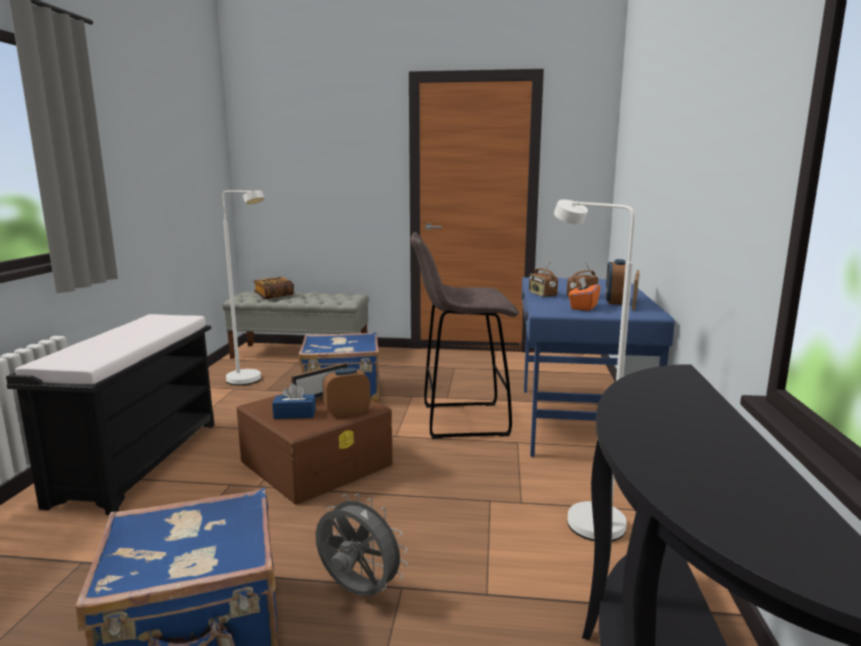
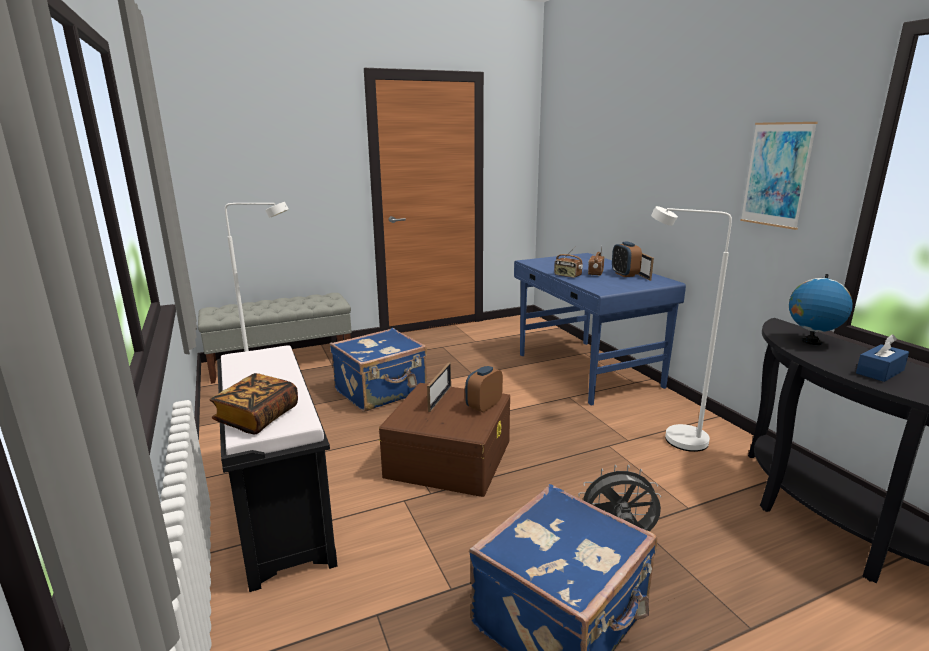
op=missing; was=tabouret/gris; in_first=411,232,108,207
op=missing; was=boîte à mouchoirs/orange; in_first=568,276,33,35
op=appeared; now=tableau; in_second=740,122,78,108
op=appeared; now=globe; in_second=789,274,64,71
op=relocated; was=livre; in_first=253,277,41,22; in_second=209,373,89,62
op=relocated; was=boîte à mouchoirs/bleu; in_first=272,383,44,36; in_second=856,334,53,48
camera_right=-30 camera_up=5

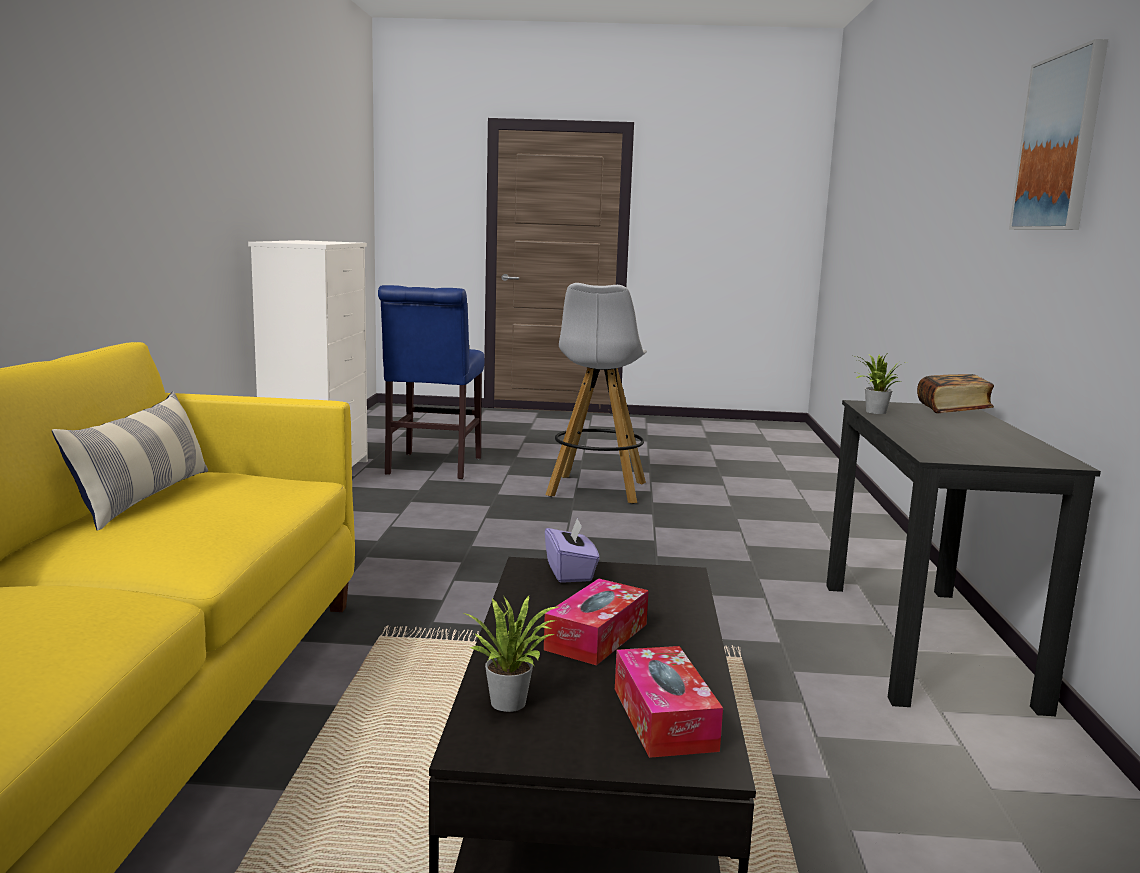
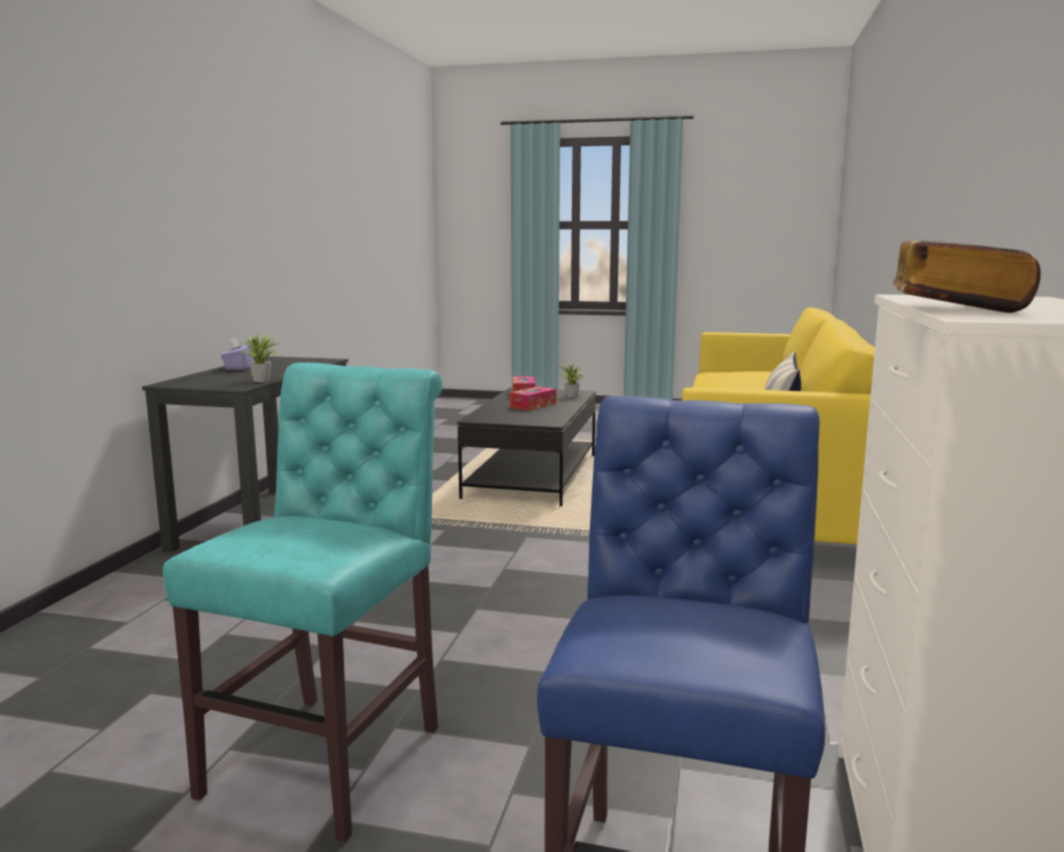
op=missing; was=tableau; in_first=1009,39,99,191
op=relocated; was=boîte à mouchoirs/violet; in_first=545,517,55,66; in_second=221,337,34,33
op=relocated; was=livre; in_first=917,374,77,39; in_second=893,240,148,73
op=exchanged; was=tabouret/blanc; now=chaise/turquoise; in_first=545,283,102,221; in_second=163,362,279,480
camera_right=-170 camera_up=0

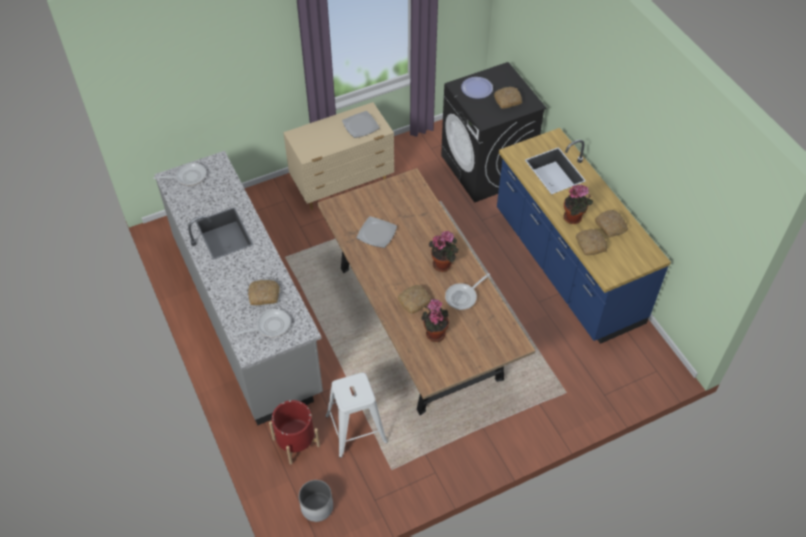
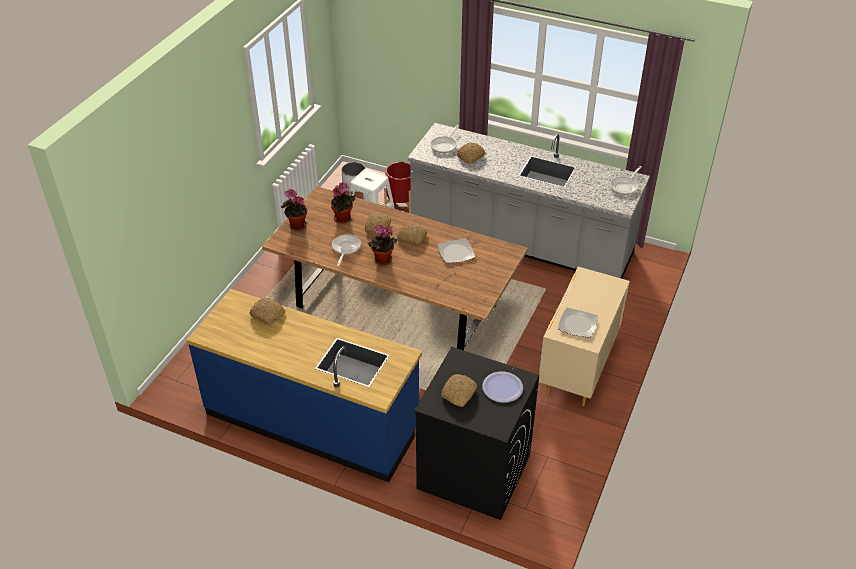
op=relocated; was=plante en pot; in_first=564,184,29,40; in_second=281,189,26,42
op=relocated; was=pain; in_first=595,210,33,27; in_second=397,224,30,21
camera_right=140 camera_up=-10

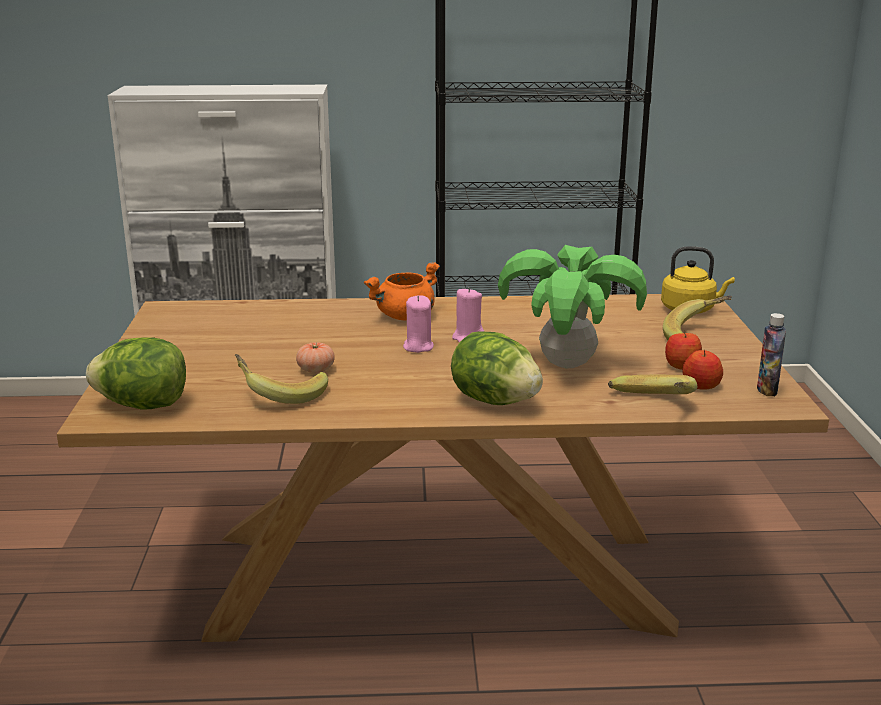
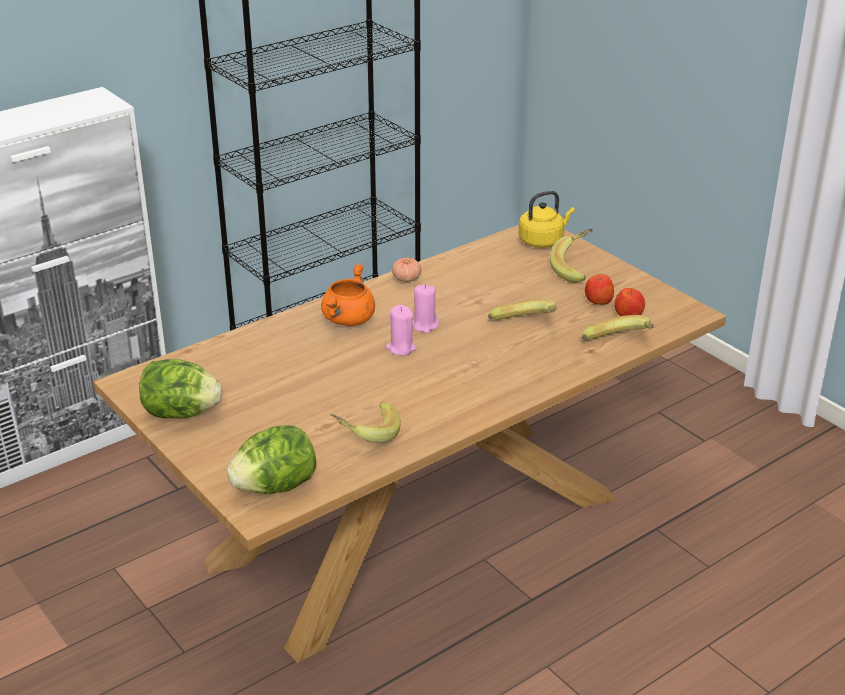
op=missing; was=bouteille; in_first=757,313,29,83
op=relocated; was=tomate; in_first=296,342,39,31; in_second=392,258,29,24
op=relocated; was=laitue; in_first=451,331,92,74; in_second=139,359,83,60
op=exchanged; was=plante en pot; now=banane; in_first=498,245,149,123; in_second=488,299,69,21
camera_right=-35 camera_up=10

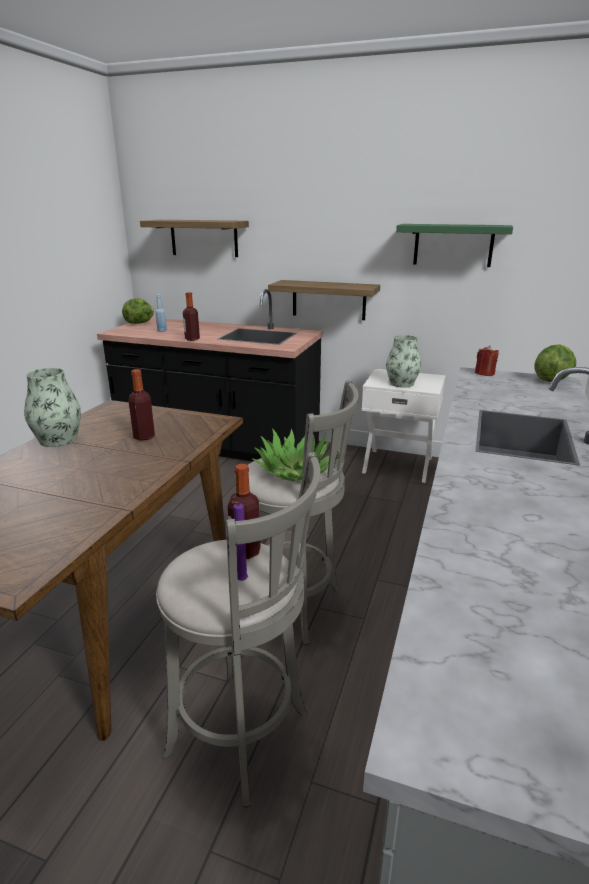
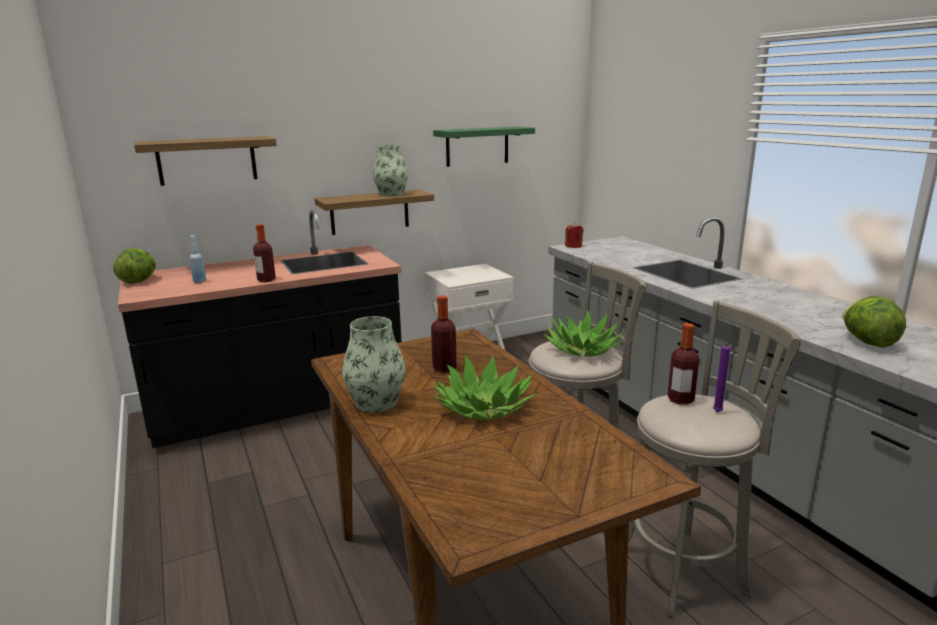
op=appeared; now=plante en pot; in_second=433,354,102,66
op=relocated; was=vase; in_first=386,335,35,53; in_second=373,145,35,51
op=relocated; was=laitue; in_first=534,344,42,38; in_second=843,296,63,52
camera_right=-45 camera_up=-5

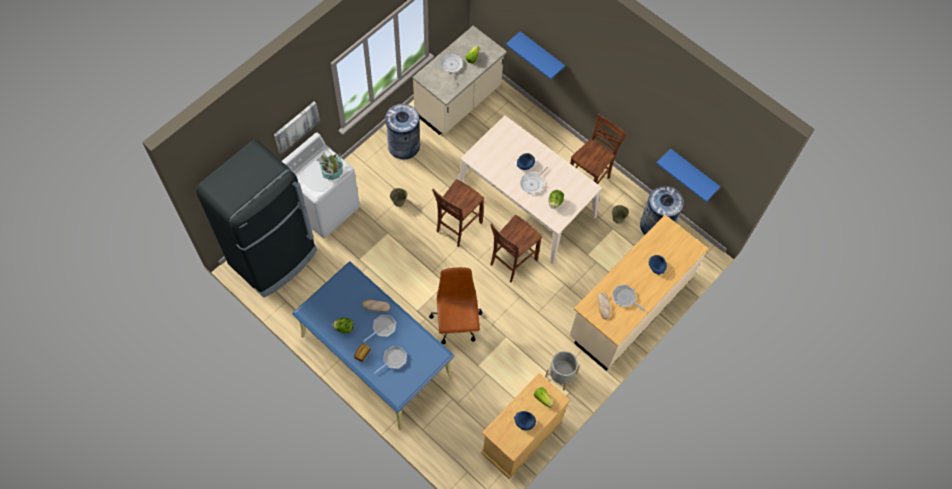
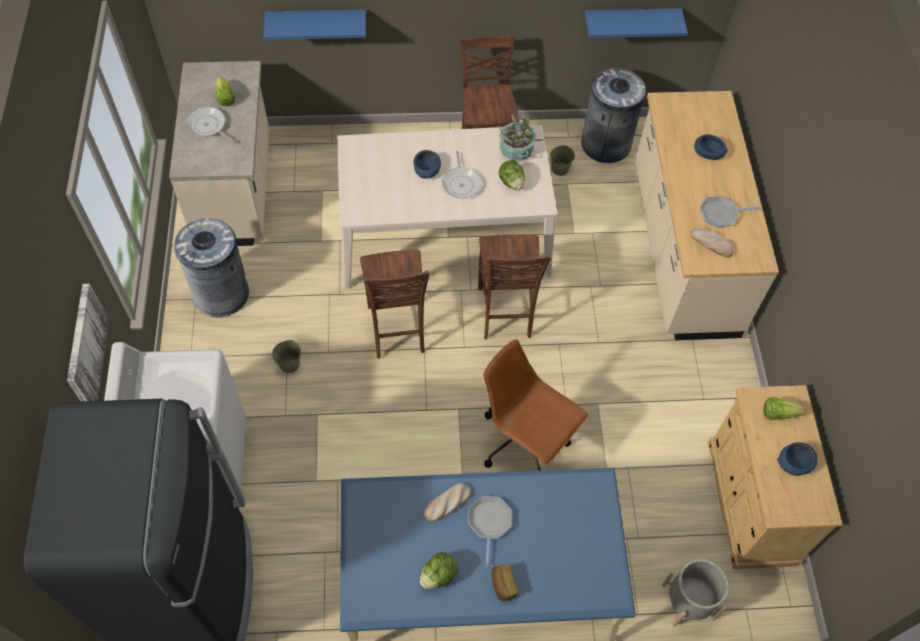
op=missing; was=poêle; in_first=374,346,33,28
op=relocated; was=plante en pot; in_first=317,152,26,28; in_second=499,113,47,48
op=relocated; was=cache-pot/gris; in_first=545,351,35,40; in_second=662,559,66,68
camera_right=-45 camera_up=-5

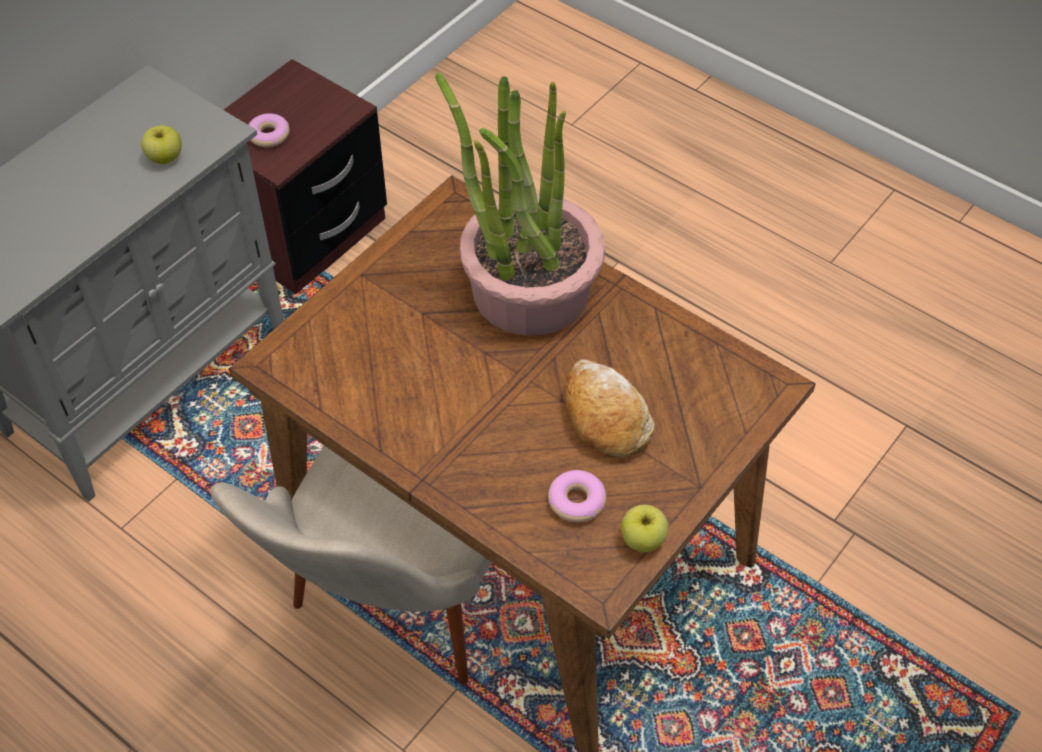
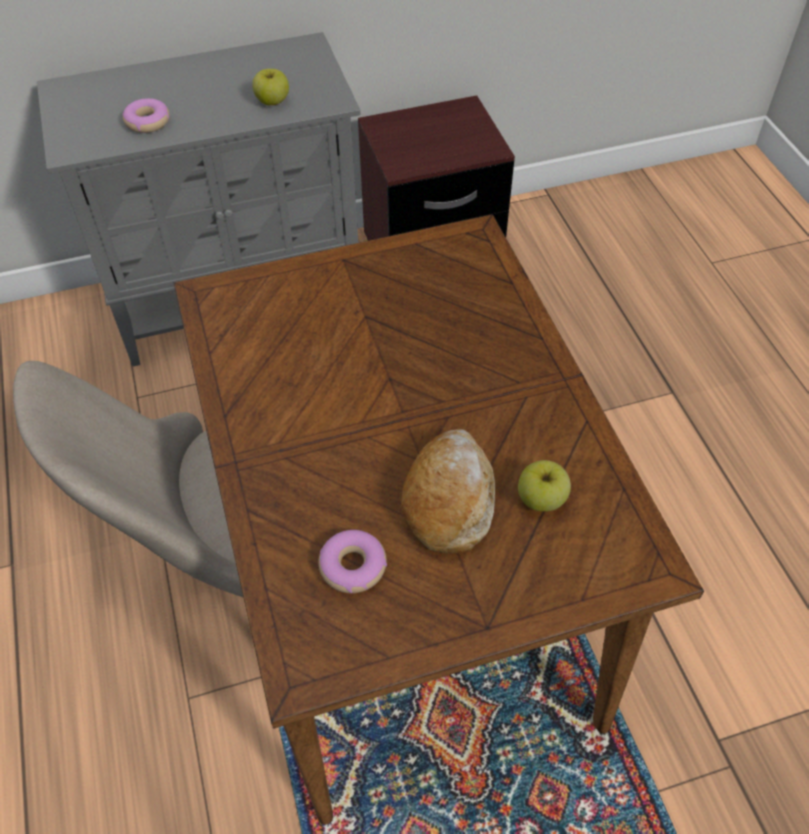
op=missing; was=plante en pot; in_first=435,73,170,263
op=relocated; was=beignet; in_first=249,113,41,34; in_second=122,98,48,35
op=relocated; was=pomme; in_first=621,505,47,48; in_second=518,460,53,51
camera_right=35 camera_up=0

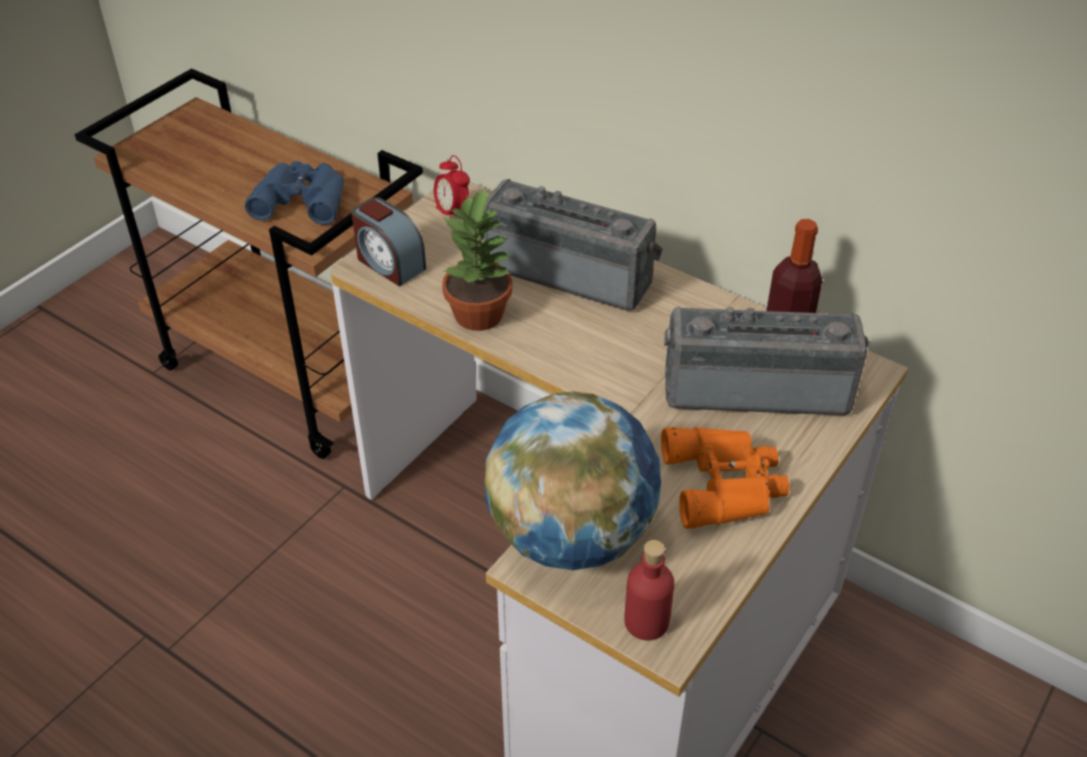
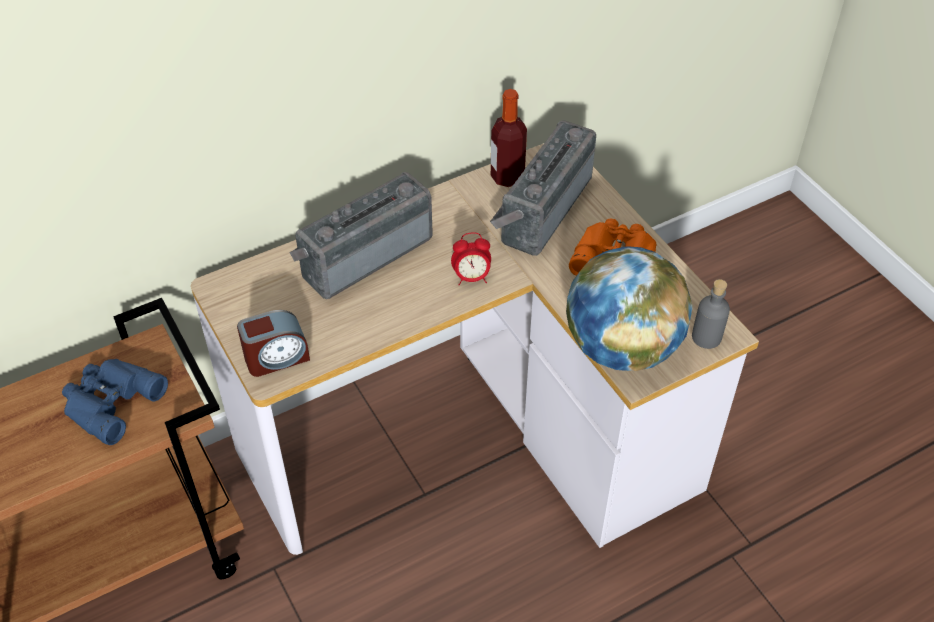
op=missing; was=plante en pot; in_first=442,188,70,143
op=relocated; was=réveil; in_first=434,155,36,64; in_second=451,233,40,52
op=colour; was=bouteille/rouge; now=bouteille/gris; in_first=624,540,50,100; in_second=692,279,38,70
camera_right=-65 camera_up=5

